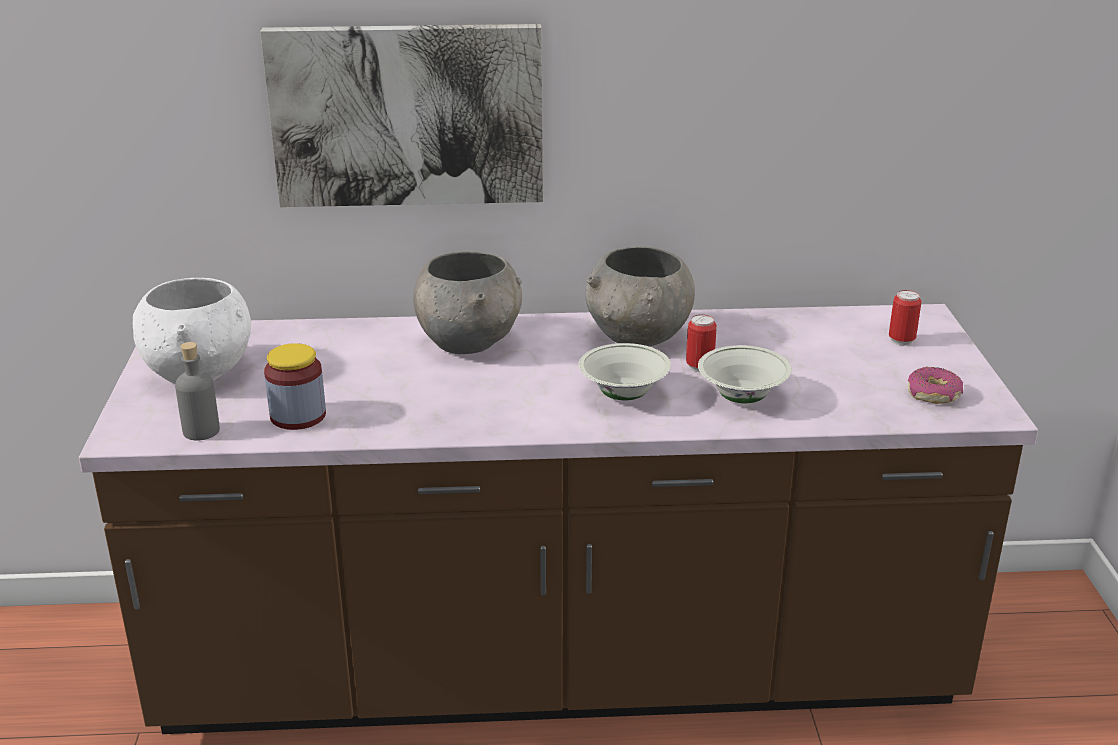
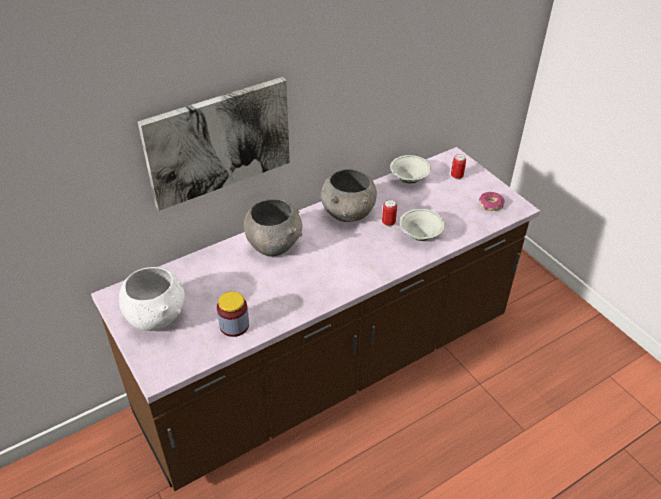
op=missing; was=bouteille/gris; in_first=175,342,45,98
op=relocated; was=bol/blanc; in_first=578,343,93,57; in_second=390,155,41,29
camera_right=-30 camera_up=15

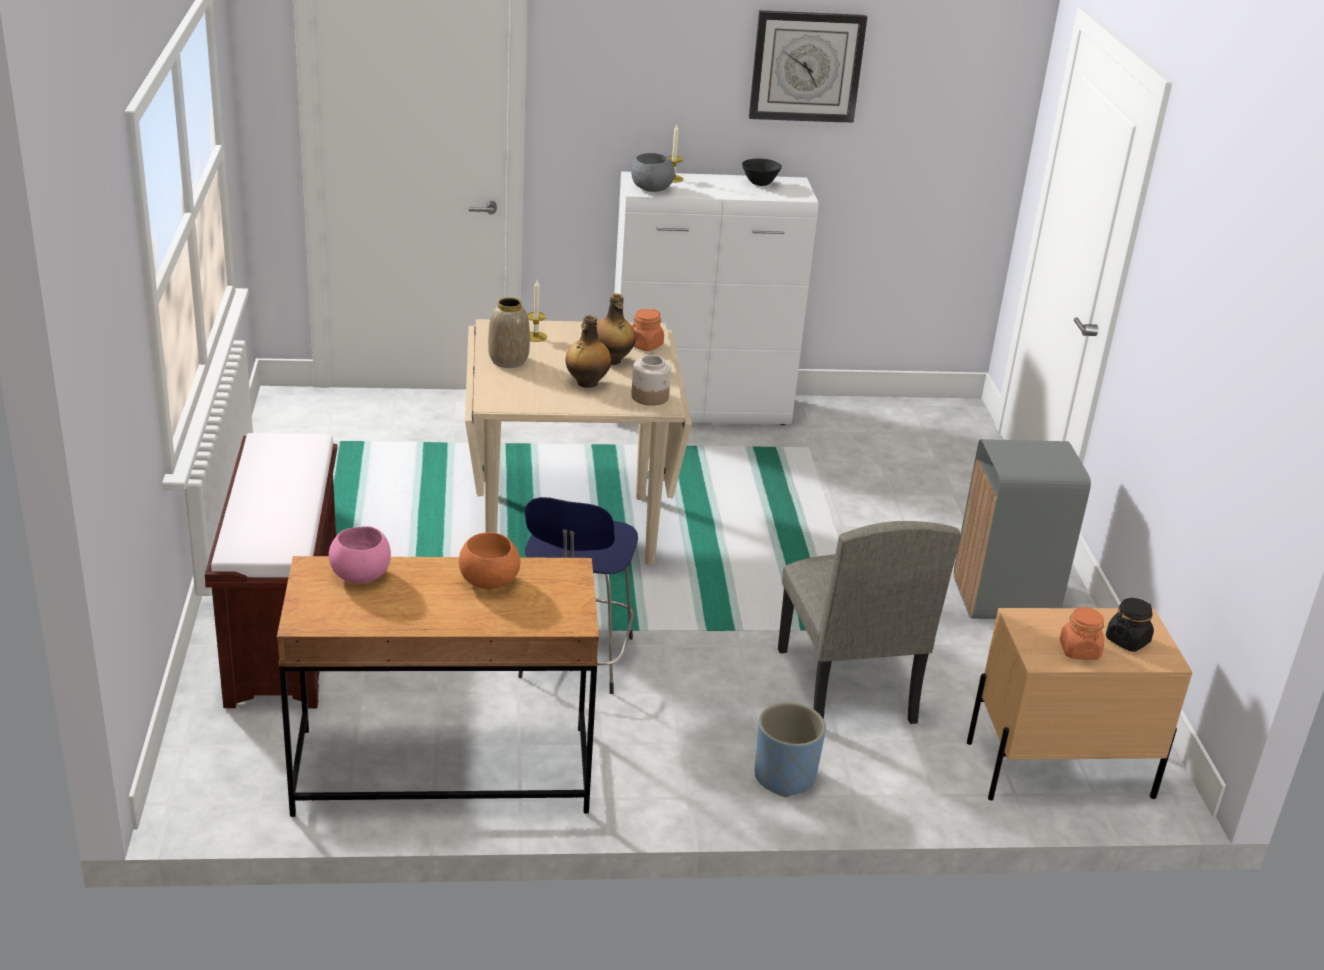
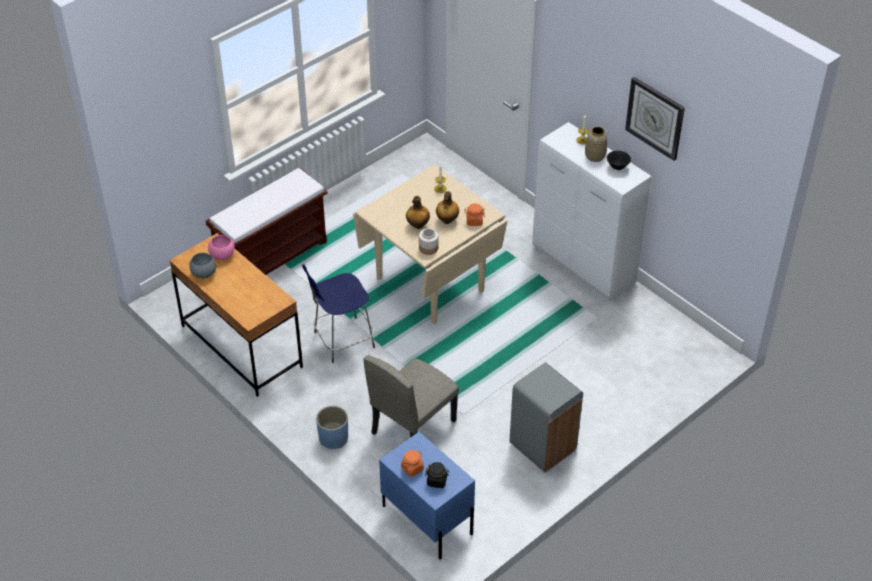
op=missing; was=bol/orange; in_first=459,532,61,57
op=relocated; was=vase; in_first=488,297,42,71; in_second=585,126,22,36
op=relocated; was=bol/gris; in_first=631,153,44,39; in_second=189,253,27,25
op=colour; was=table de chevet/beige; now=table de chevet/bleu; in_first=967,608,225,192; in_second=379,432,96,128
camera_right=55 camera_up=15

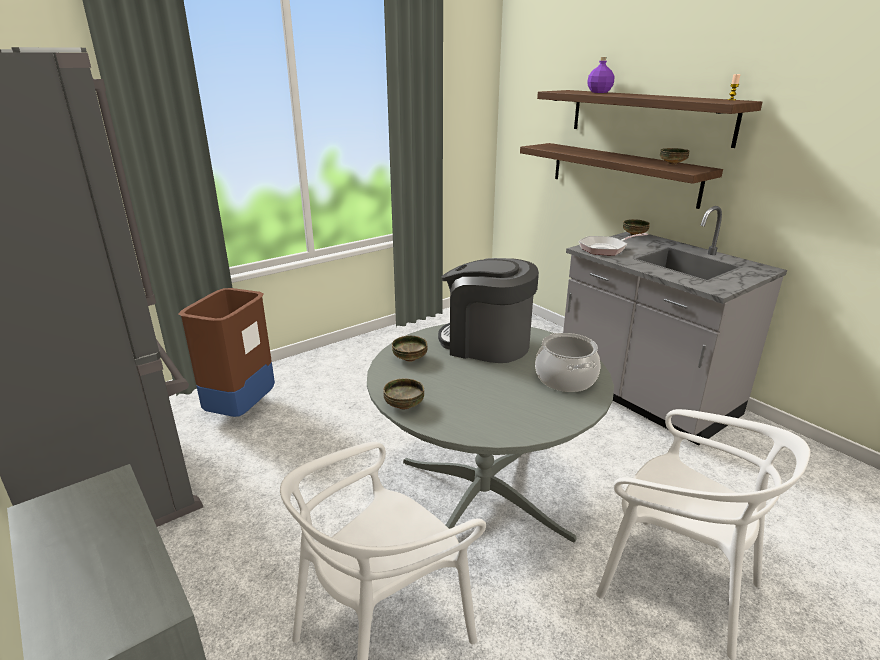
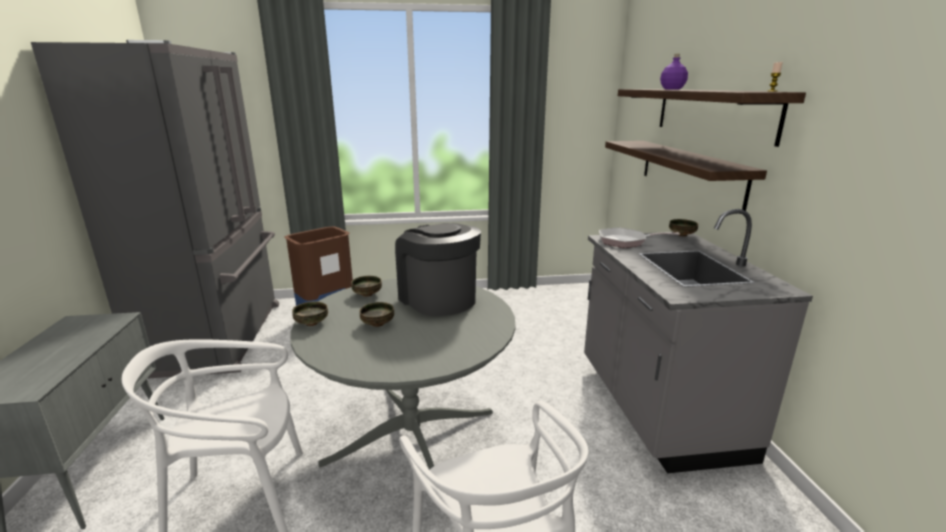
op=missing; was=marmite; in_first=535,333,65,59
op=relocated; was=bol; in_first=660,148,29,17; in_second=359,302,35,25
camera_right=30 camera_up=-5

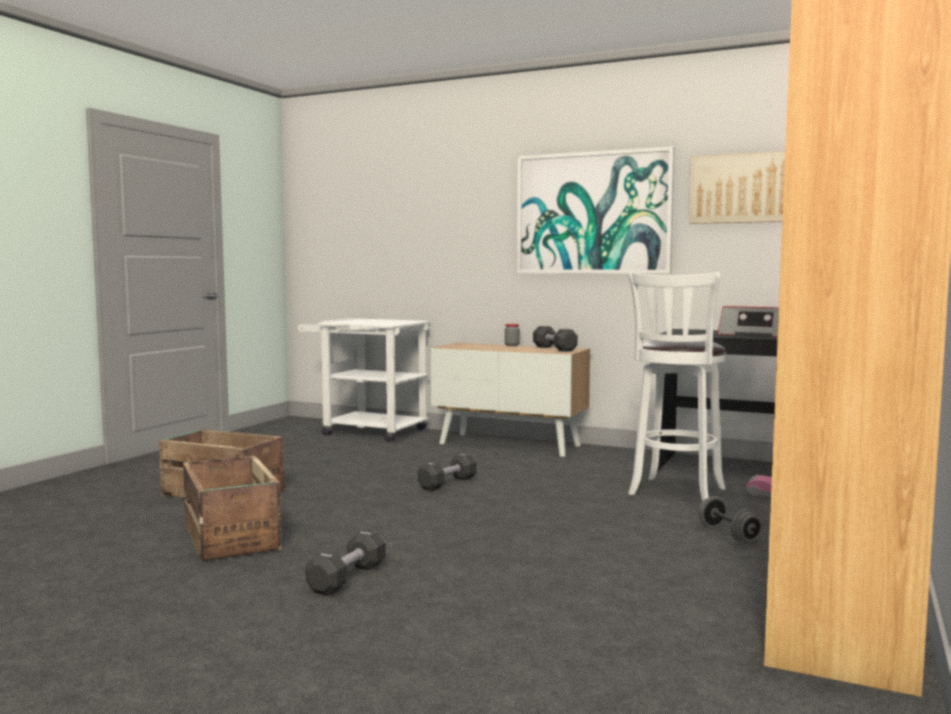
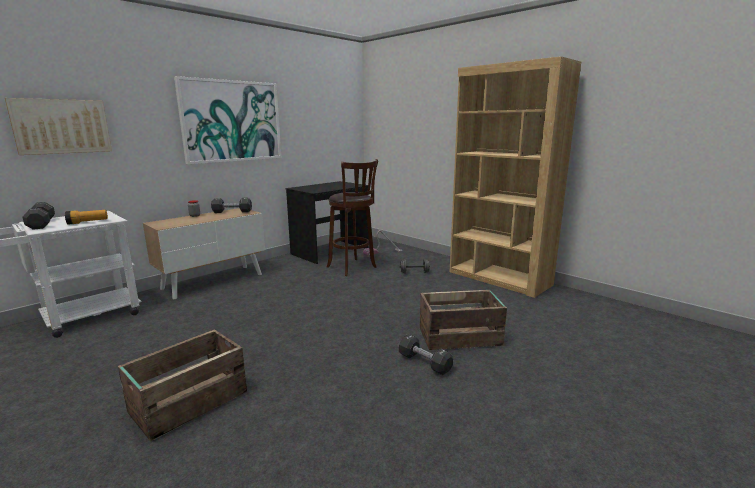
op=missing; was=radio; in_first=717,306,62,31
op=appeared; now=lampe de poche; in_second=65,210,43,15
op=relocated; was=caisse; in_first=183,455,99,106; in_second=420,290,87,60
op=relocated; was=haltère/noir; in_first=418,453,58,38; in_second=22,202,33,28
op=relocated; was=tableau; in_first=689,151,96,73; in_second=5,98,107,57
op=colour; was=tabouret/blanc; now=tabouret/marron; in_first=628,272,98,229; in_second=326,159,52,117
camera_right=-70 camera_up=10

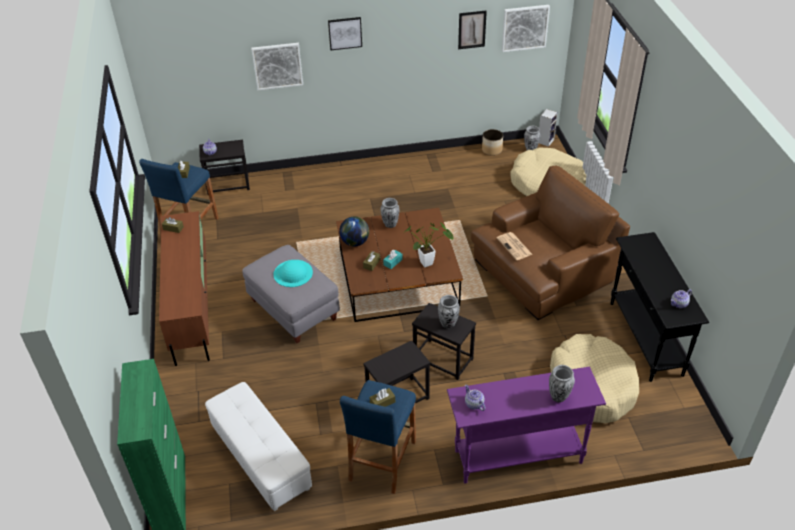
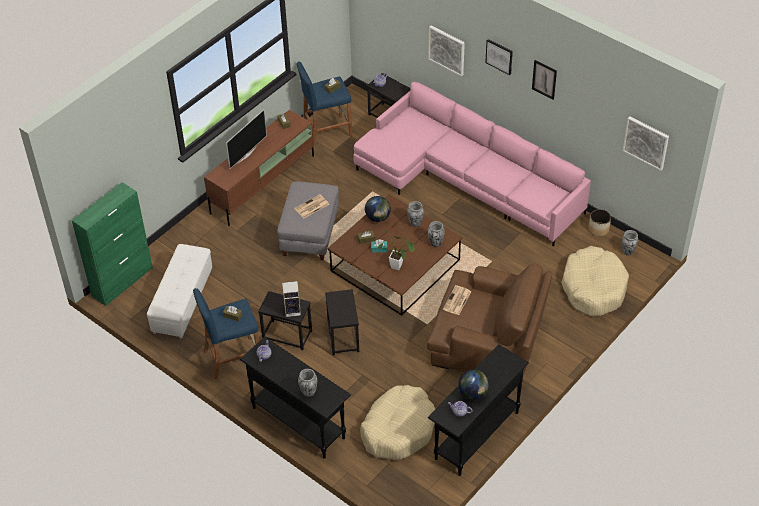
op=appeared; now=téléviseur; in_second=226,109,41,60
op=appeared; now=canapé/rose; in_second=353,82,238,165
op=appeared; now=globe; in_second=459,370,30,30
op=relocated; was=vase; in_first=438,295,22,33; in_second=428,221,17,26
op=relocated; was=tableau; in_first=458,11,29,38; in_second=532,60,25,40
op=relocated; was=enceinte; in_first=539,109,19,38; in_second=282,281,19,36
op=exchanged; was=chapeau/turquoise; now=journal; in_first=273,260,40,27; in_second=294,194,35,24
op=colour; was=table console/violet; now=table console/noir; in_first=447,367,159,117; in_second=240,337,111,122
camera_right=50 camera_up=5

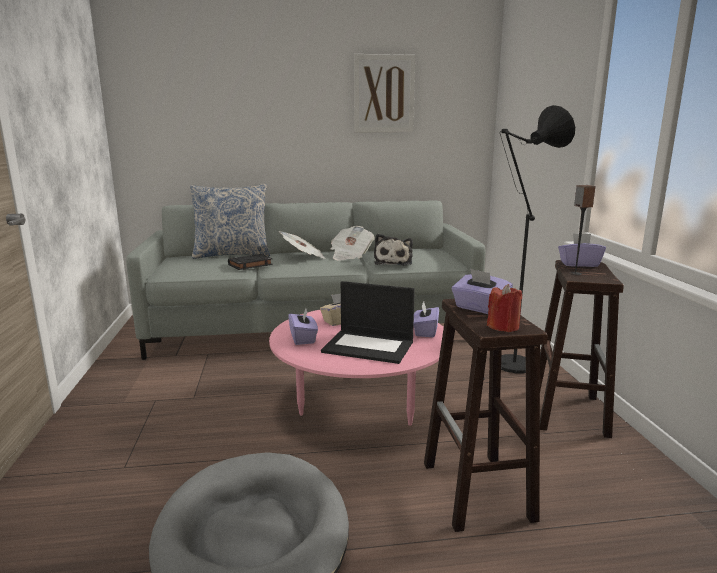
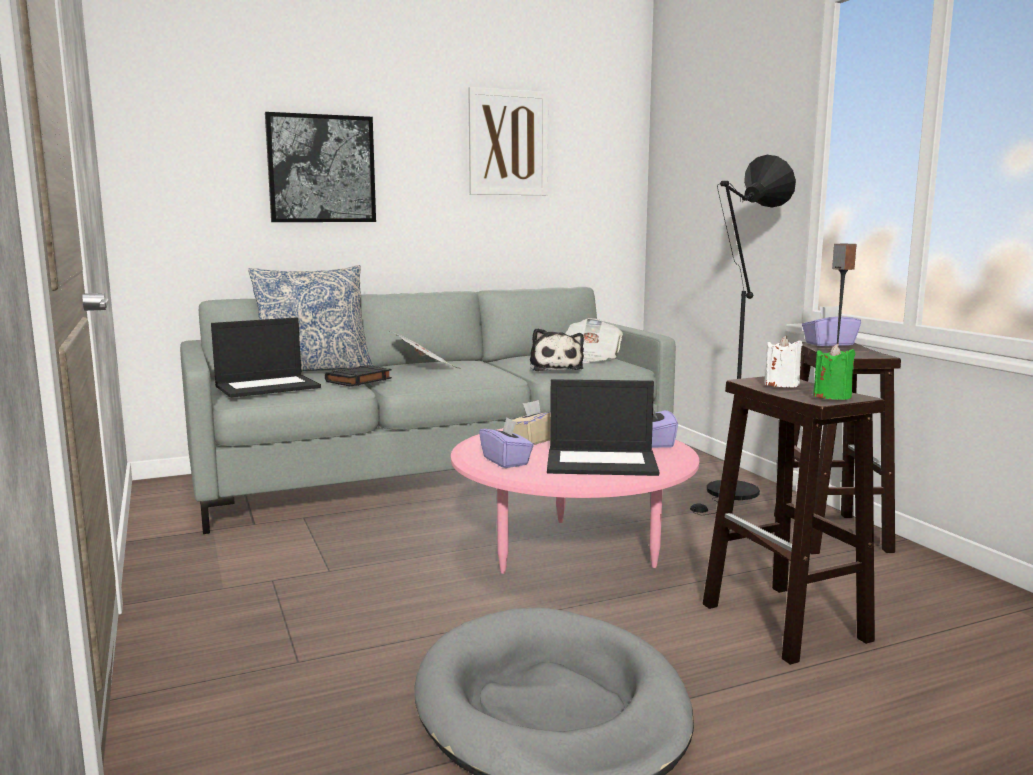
op=appeared; now=ordinateur portable; in_second=211,317,110,81
op=appeared; now=tableau; in_second=265,112,111,110
op=relocated; was=journal; in_first=331,226,44,35; in_second=565,318,58,45
op=exchanged; was=boîte à mouchoirs/violet; now=bougie/blanc; in_first=452,269,61,45; in_second=764,335,39,52
op=colour; was=bougie/rouge; now=bougie/vert; in_first=487,284,35,48; in_second=813,344,42,56
camera_right=-15 camera_up=-5

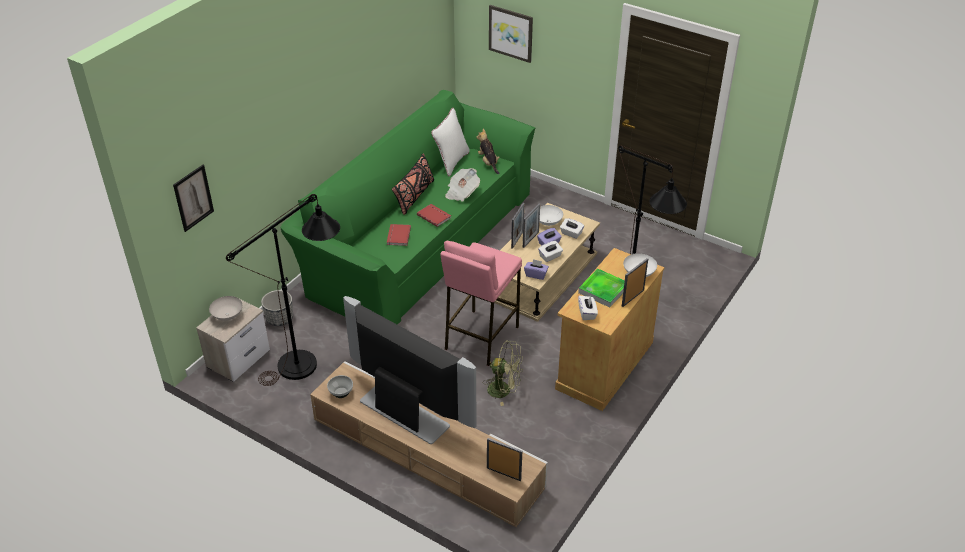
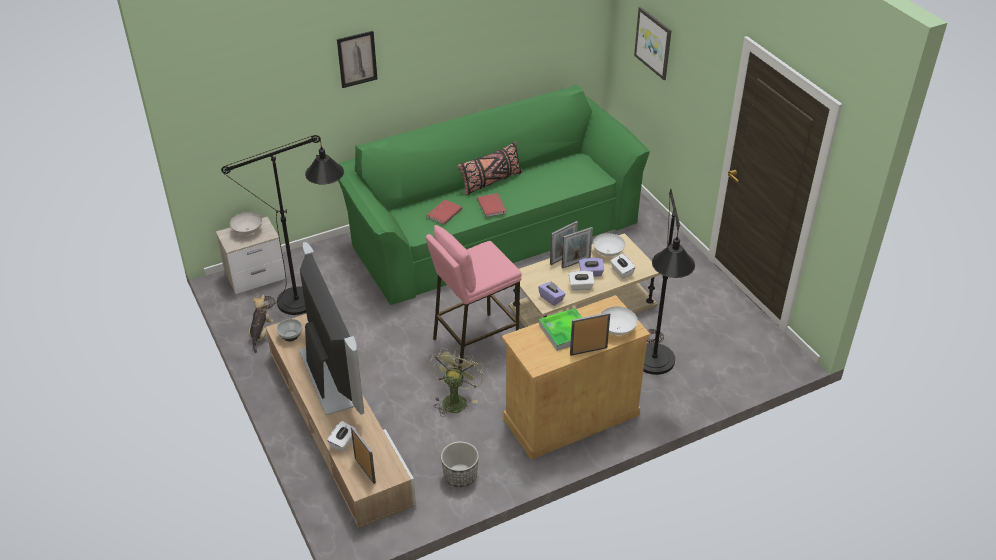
op=missing; was=coussin/blanc; in_first=431,108,39,68
op=missing; was=journal; in_first=445,168,35,34
op=relocated; was=tableau; in_first=173,165,41,67; in_second=337,31,40,57
op=relocated; was=cache-pot; in_first=261,290,32,36; in_second=441,441,38,46
op=relocated; was=peluche; in_first=477,129,23,45; in_second=249,295,25,58
op=relocated; was=boîte à mouchoirs/blanc; in_first=578,295,20,25; in_second=327,421,29,31
op=spun; was=ventilateur/vert; in_first=483,340,40,66; in_second=429,348,55,69; clockwise=-120
camera_right=30 camera_up=0

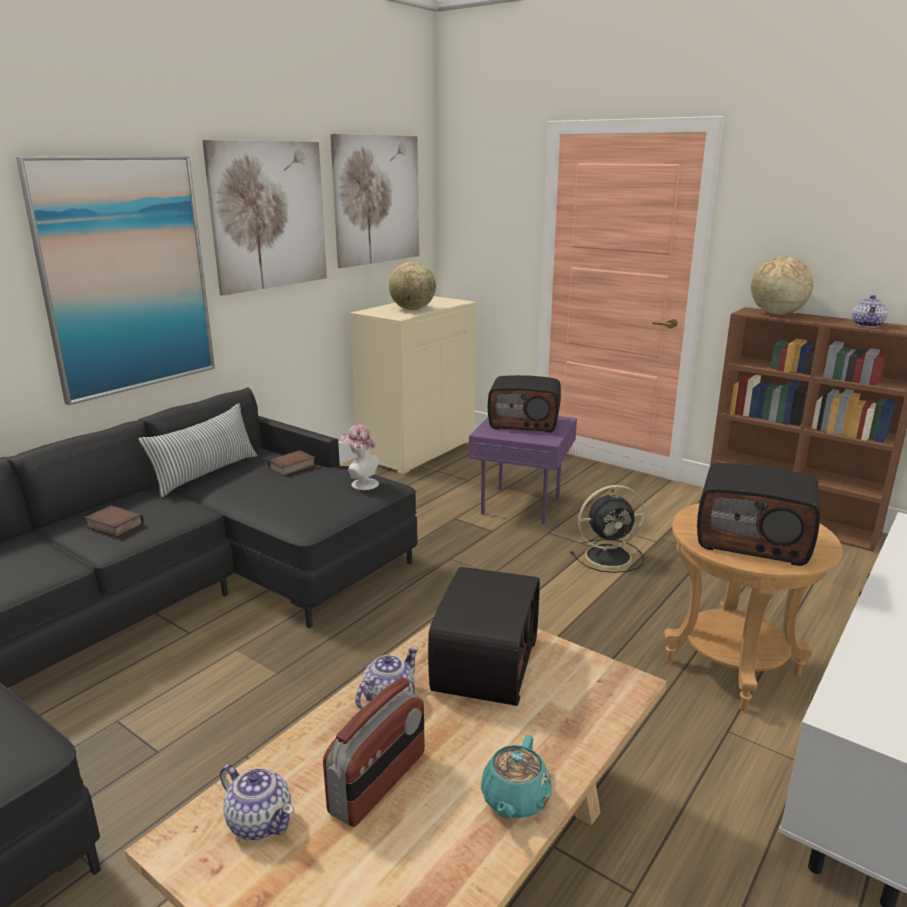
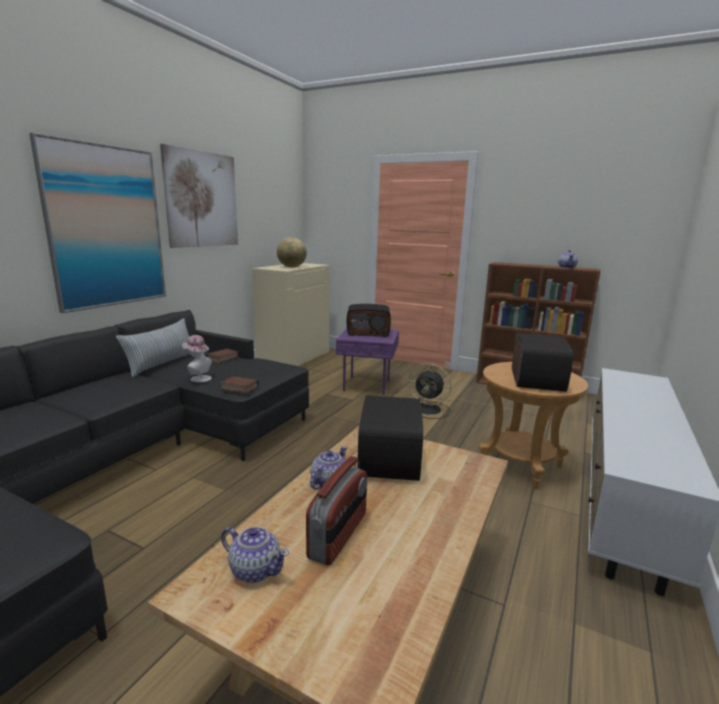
op=missing; was=tableau; in_first=330,134,89,134
op=missing; was=théière/turquoise; in_first=481,735,71,83
op=missing; was=globe; in_first=751,256,62,59
op=relocated; was=livre; in_first=85,505,59,32; in_second=220,376,39,18
op=relocated; was=chapeau; in_first=341,425,38,65; in_second=182,335,30,47
op=spun; was=ventilateur/noir; in_first=570,485,75,88; in_second=409,363,42,56; clockwise=45
op=spun; was=radio; in_first=697,463,123,103; in_second=512,333,62,59; clockwise=-90
camera_right=-10 camera_up=-5

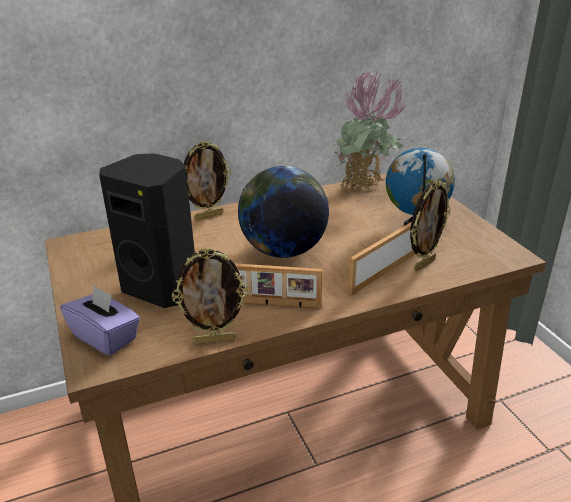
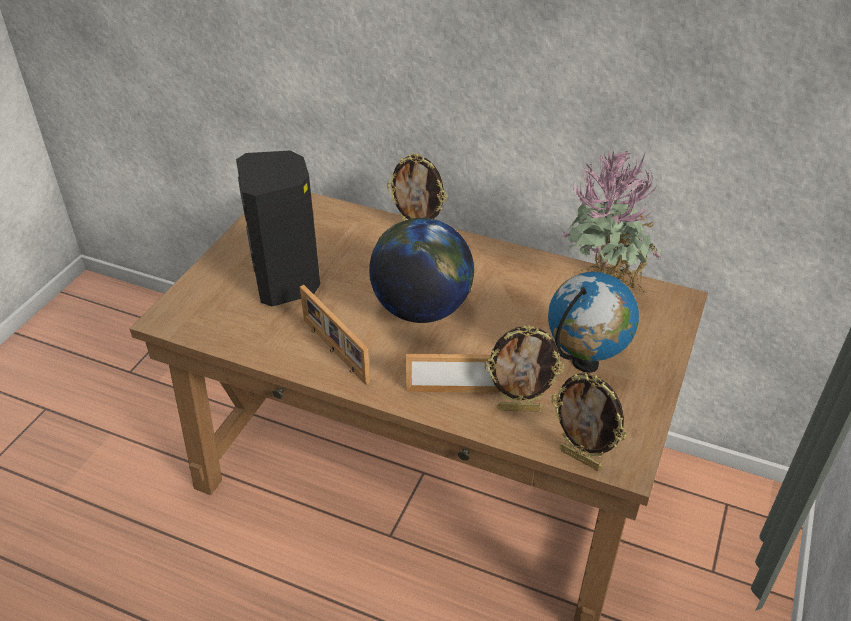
op=missing; was=boîte à mouchoirs/violet; in_first=60,285,80,71
op=relocated; was=cadre photo; in_first=172,248,76,96; in_second=551,373,75,98
camera_right=45 camera_up=10

